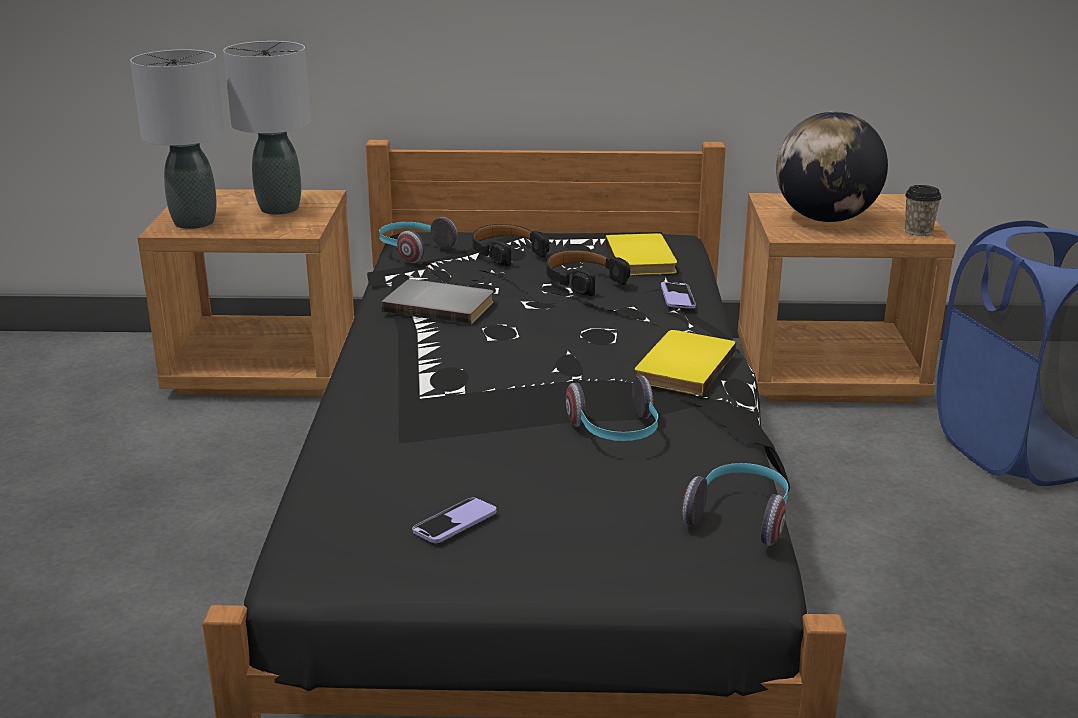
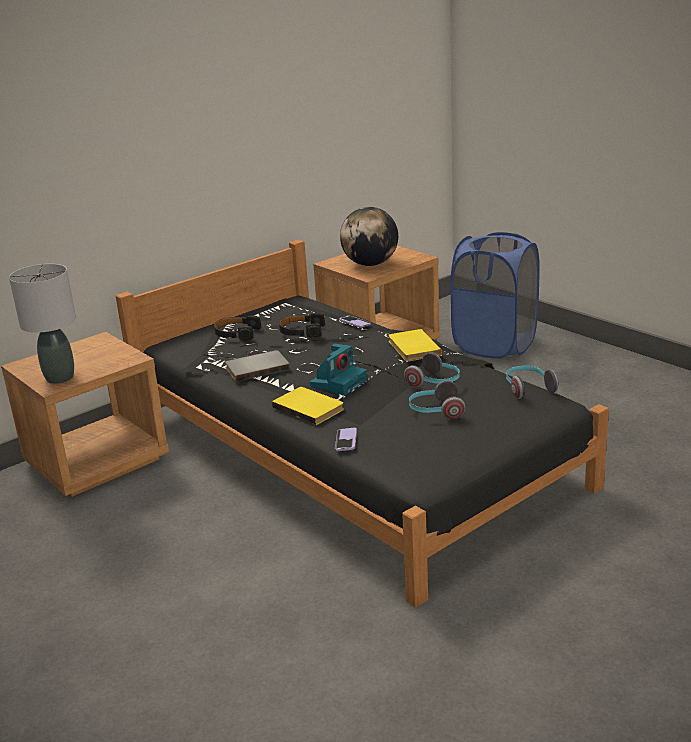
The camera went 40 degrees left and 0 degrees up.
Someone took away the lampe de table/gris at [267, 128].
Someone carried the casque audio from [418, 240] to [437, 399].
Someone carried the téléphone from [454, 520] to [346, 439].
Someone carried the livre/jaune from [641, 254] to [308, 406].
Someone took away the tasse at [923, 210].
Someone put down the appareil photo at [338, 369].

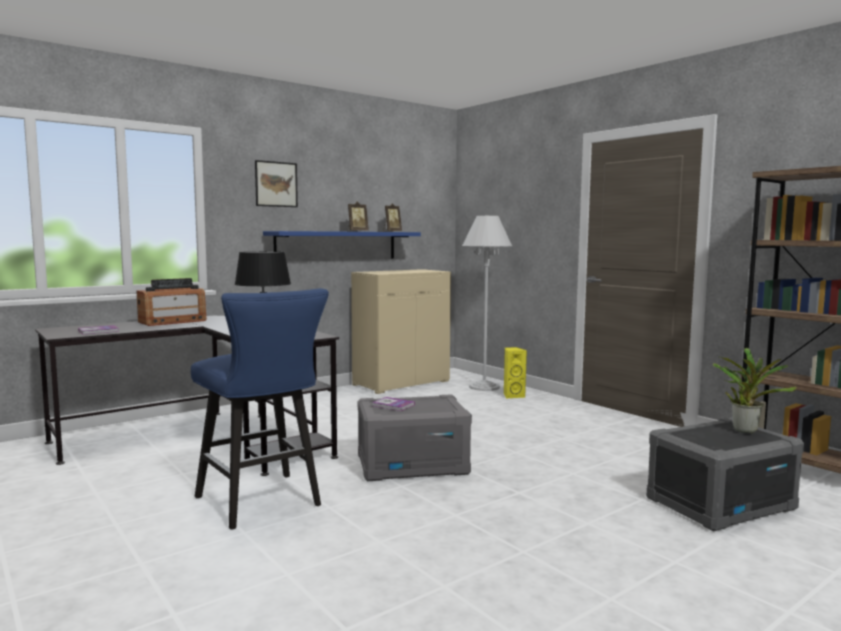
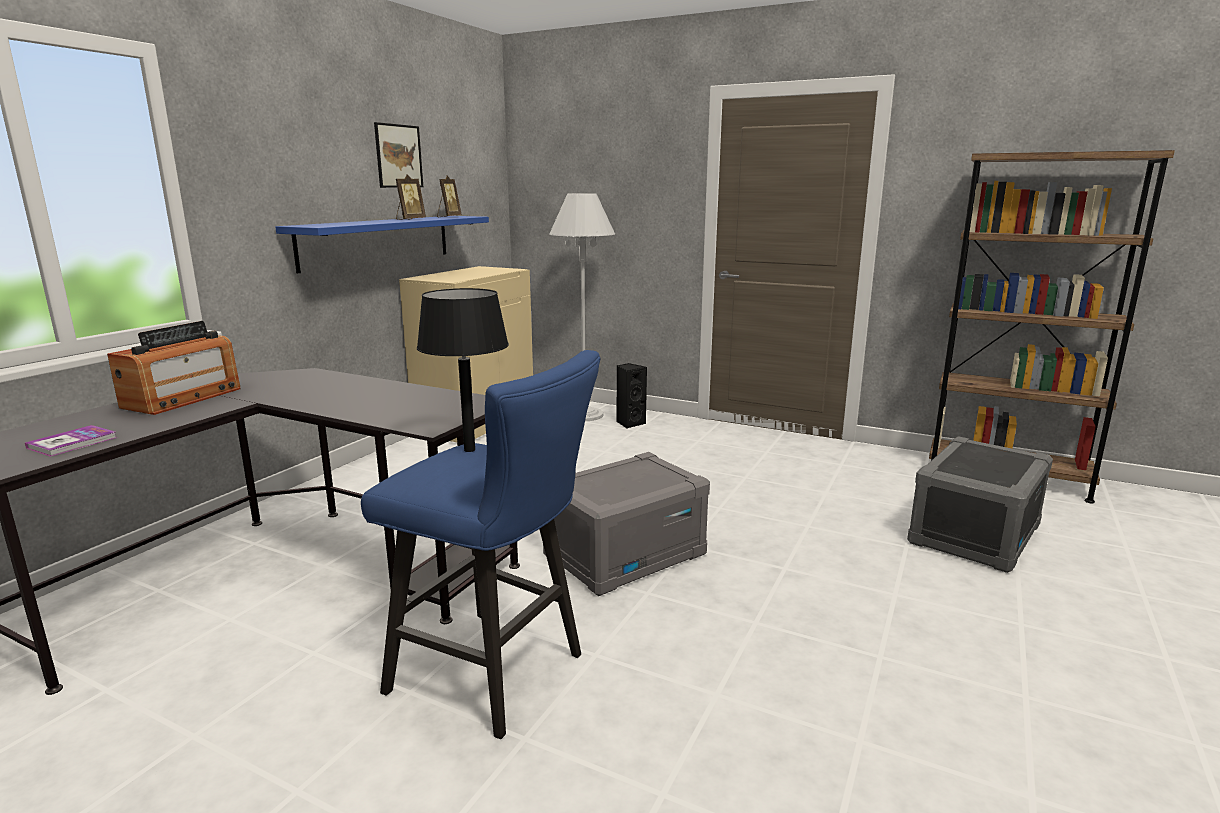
The camera went 25 degrees left and 10 degrees up.
Someone carried the tableau from [276, 183] to [398, 155].
Someone took away the livre at [393, 404].
Someone repainted the enceinte/jaune at [515, 372], which became the enceinte/noir at [631, 395].
Someone took away the plante en pot at [755, 390].

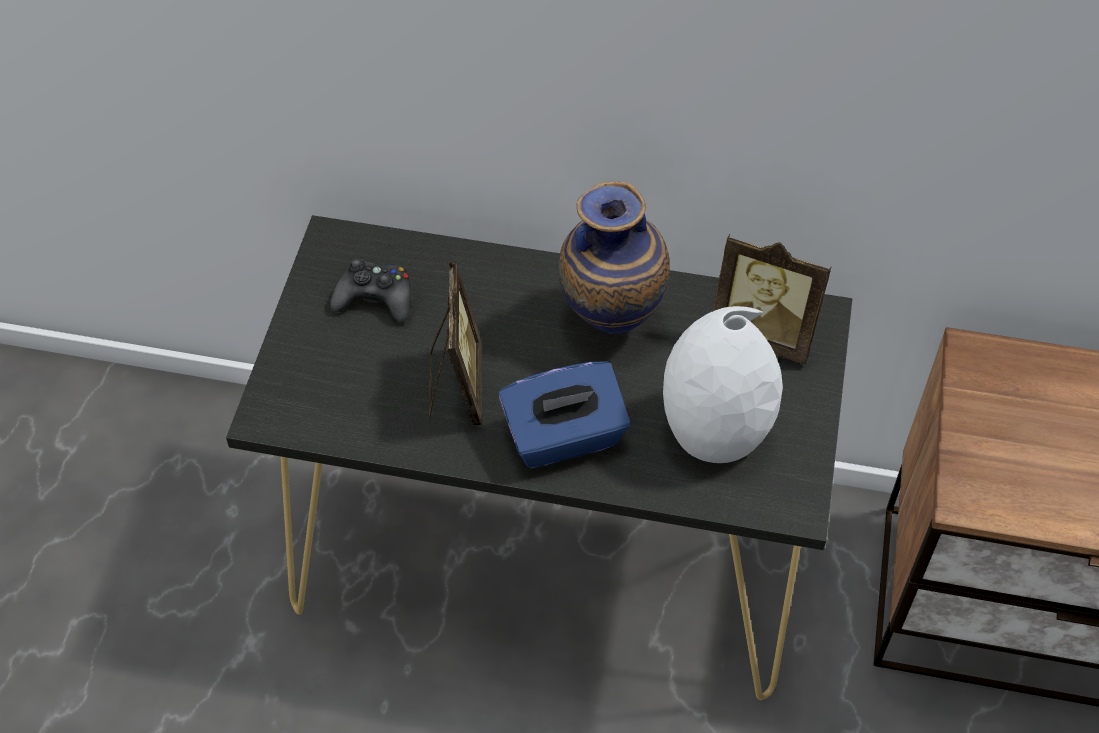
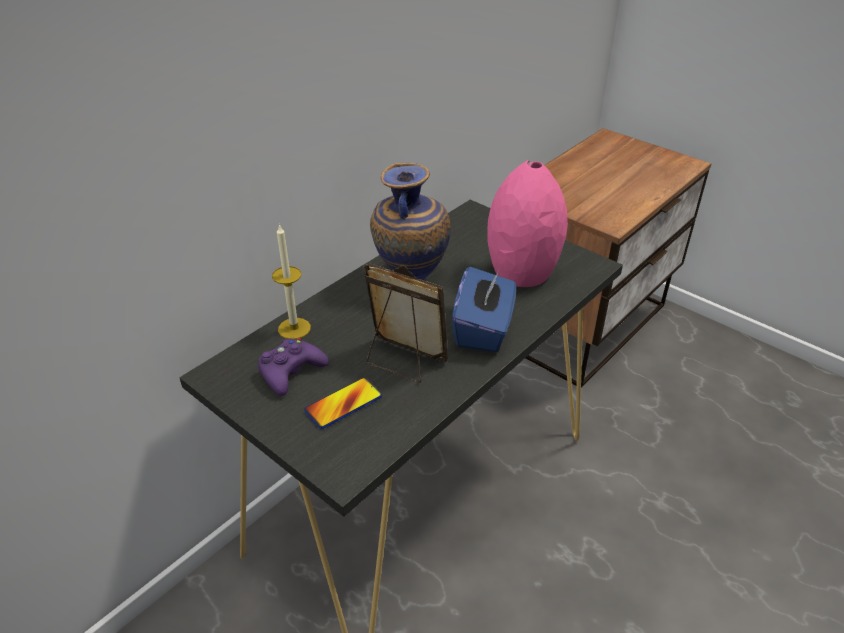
The camera went 60 degrees left and 15 degrees down.
Someone repainted the manette/noir at [370, 290], which became the manette/violet at [293, 366].
Someone repainted the vase/blanc at [723, 384], which became the vase/rose at [527, 223].
Someone took away the cadre photo at [772, 299].
Someone put down the bougie at [291, 281].
Someone put down the téléphone at [343, 403].

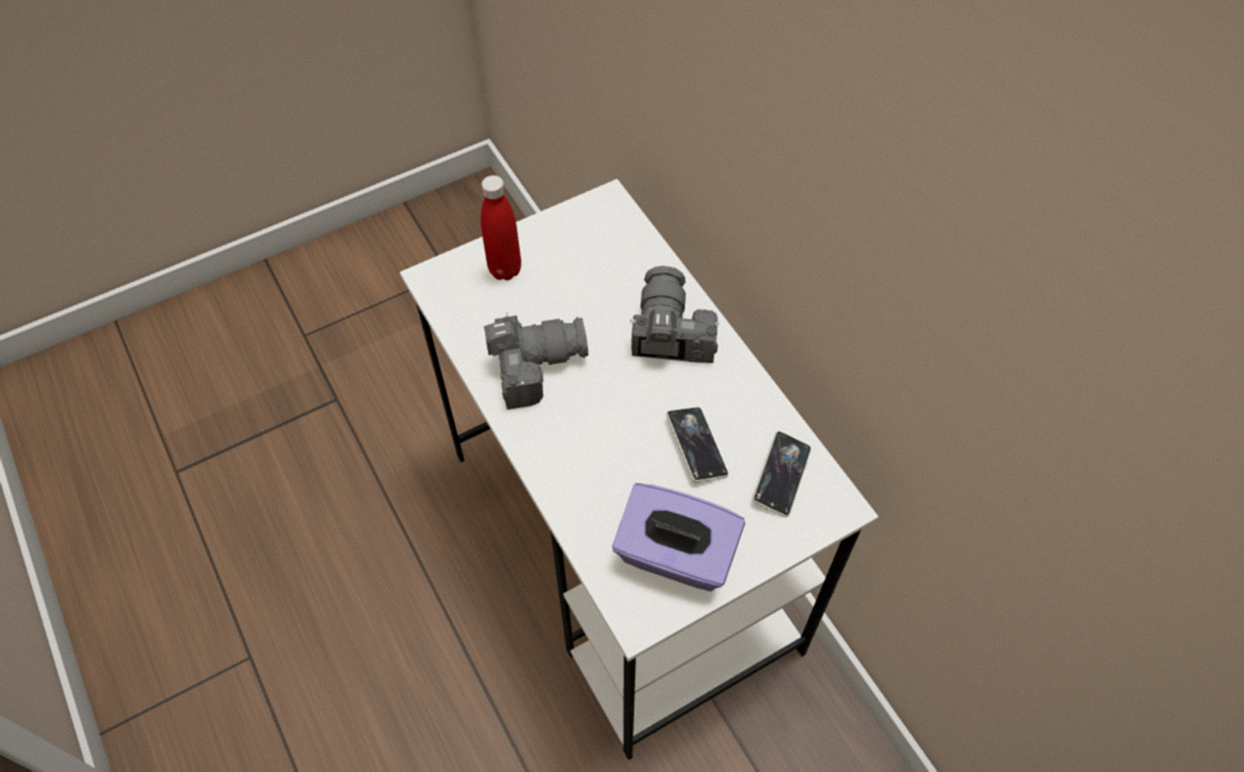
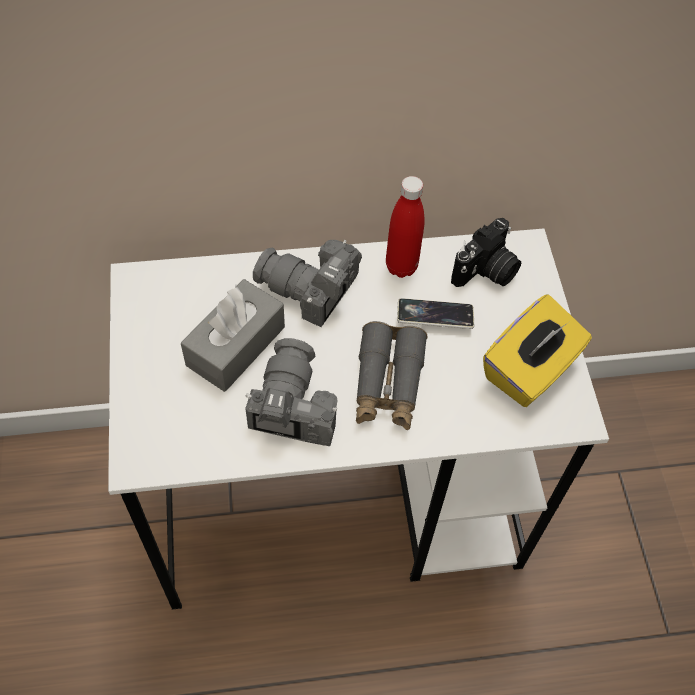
The camera went 70 degrees left and 0 degrees up.
Someone carried the bouteille/rouge from [501, 227] to [405, 227].
Someone repainted the boîte à mouchoirs/violet at [678, 537], which became the boîte à mouchoirs/jaune at [537, 350].
Someone swapped the téléphone at [781, 474] for the appareil photo at [486, 252].
Someone put down the boîte à mouchoirs/gris at [233, 335].
Someone put down the jumelles/gris at [392, 375].

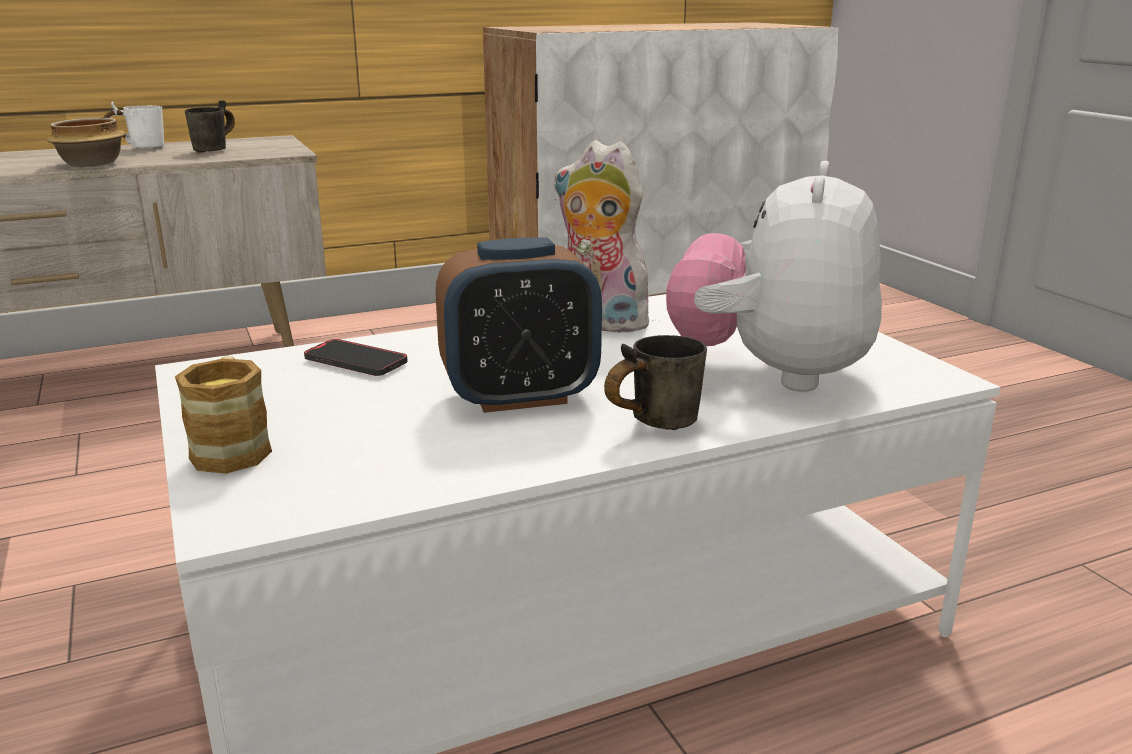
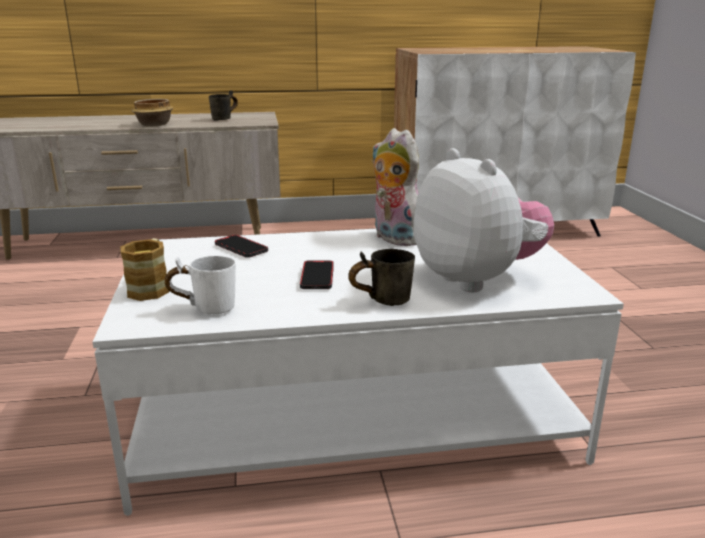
The camera went 15 degrees right and 0 degrees up.
Someone carried the mug/blanc from [134, 125] to [200, 285].
Someone swapped the réveil at [519, 325] for the téléphone at [317, 275].
Someone rotated the peluche at [774, 276] by 120 degrees clockwise.

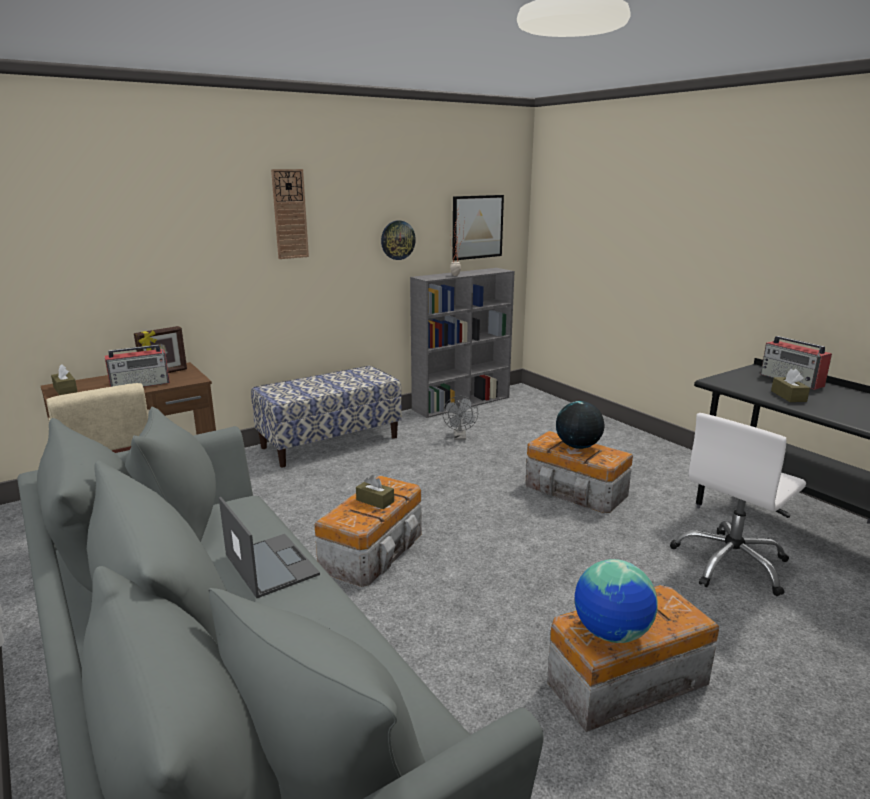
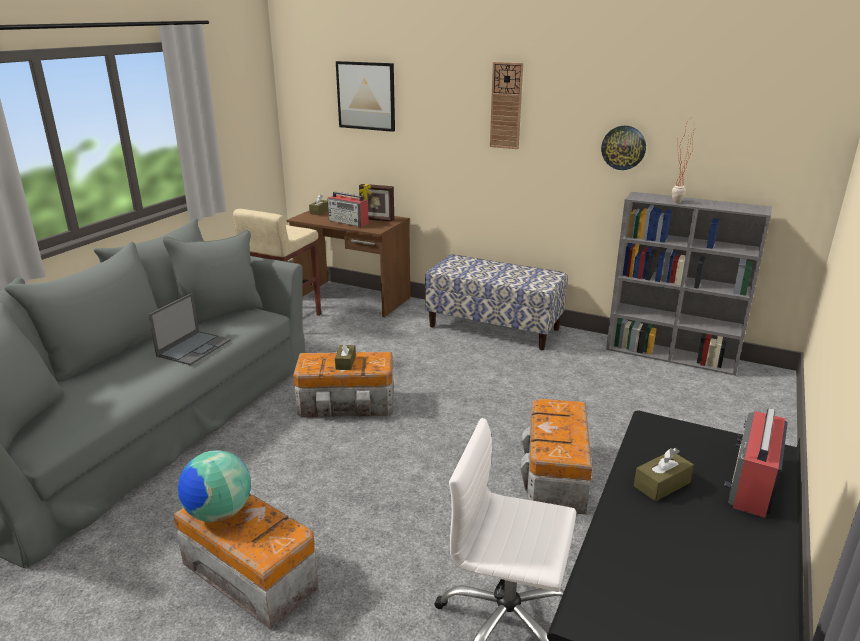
The camera went 60 degrees right and 5 degrees up.
Someone took away the ventilateur/gris at [460, 418].
Someone carried the tableau from [478, 228] to [365, 96].
Someone took away the globe at [580, 425].

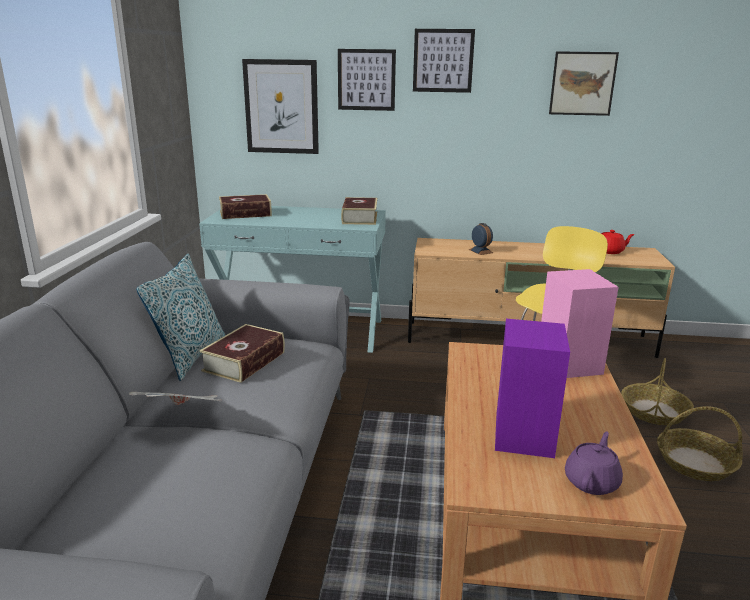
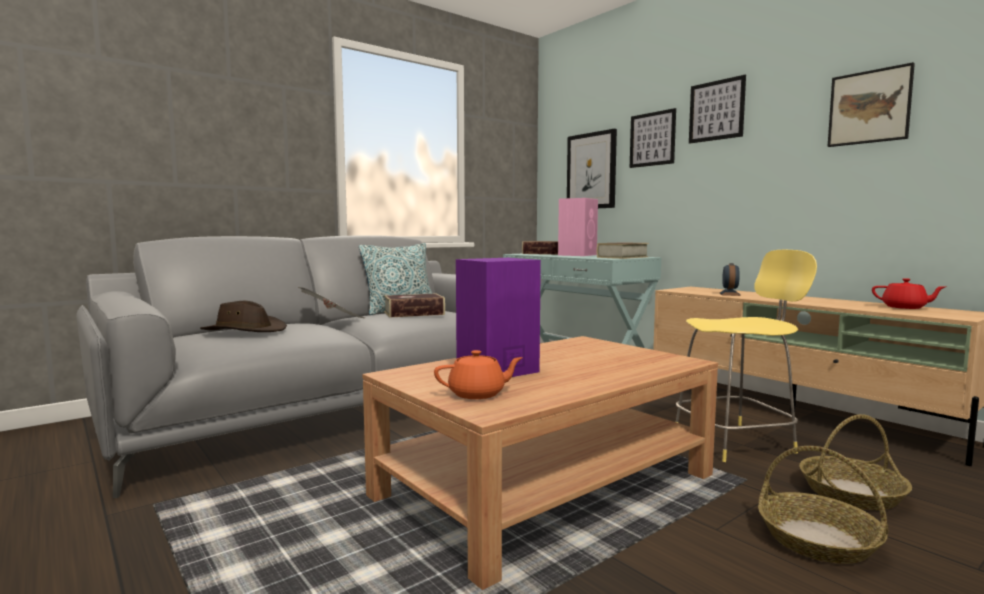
The camera went 45 degrees right and 15 degrees down.
Someone carried the enceinte/rose from [580, 323] to [578, 227].
Someone repainted the théière/violet at [594, 463], which became the théière/orange at [478, 374].
Someone put down the chapeau/marron at [243, 316].

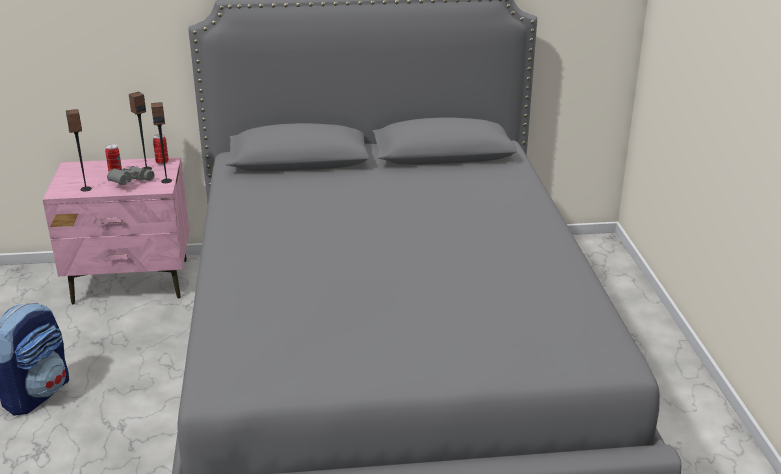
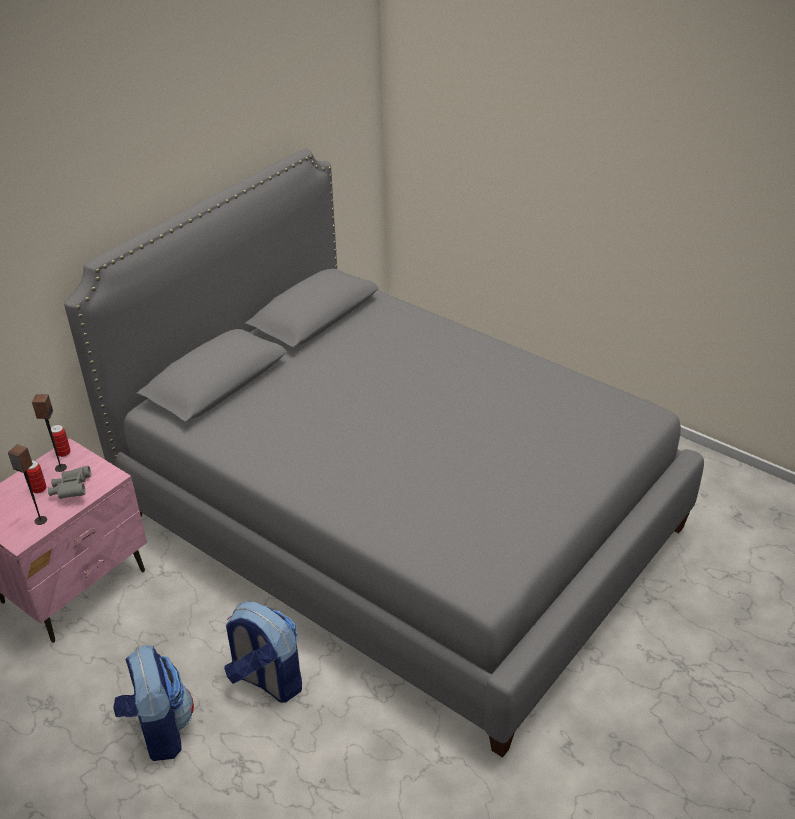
The camera went 45 degrees left and 10 degrees up.
Someone took away the enceinte at [161, 142].
Someone put down the sac à dos at [263, 652].

